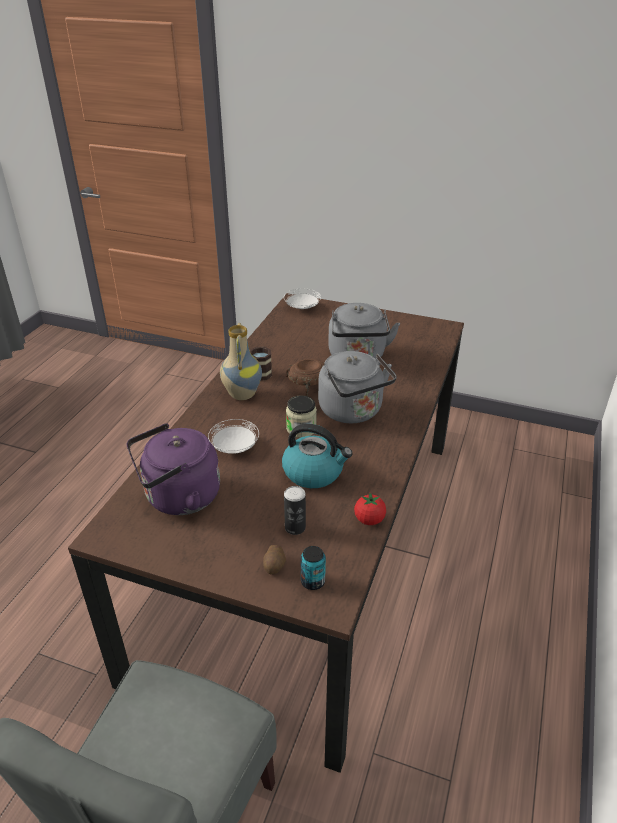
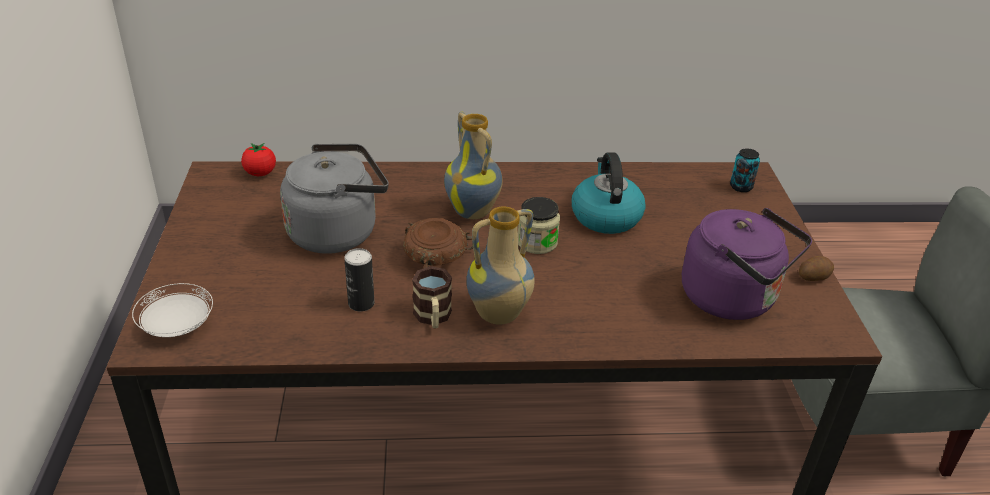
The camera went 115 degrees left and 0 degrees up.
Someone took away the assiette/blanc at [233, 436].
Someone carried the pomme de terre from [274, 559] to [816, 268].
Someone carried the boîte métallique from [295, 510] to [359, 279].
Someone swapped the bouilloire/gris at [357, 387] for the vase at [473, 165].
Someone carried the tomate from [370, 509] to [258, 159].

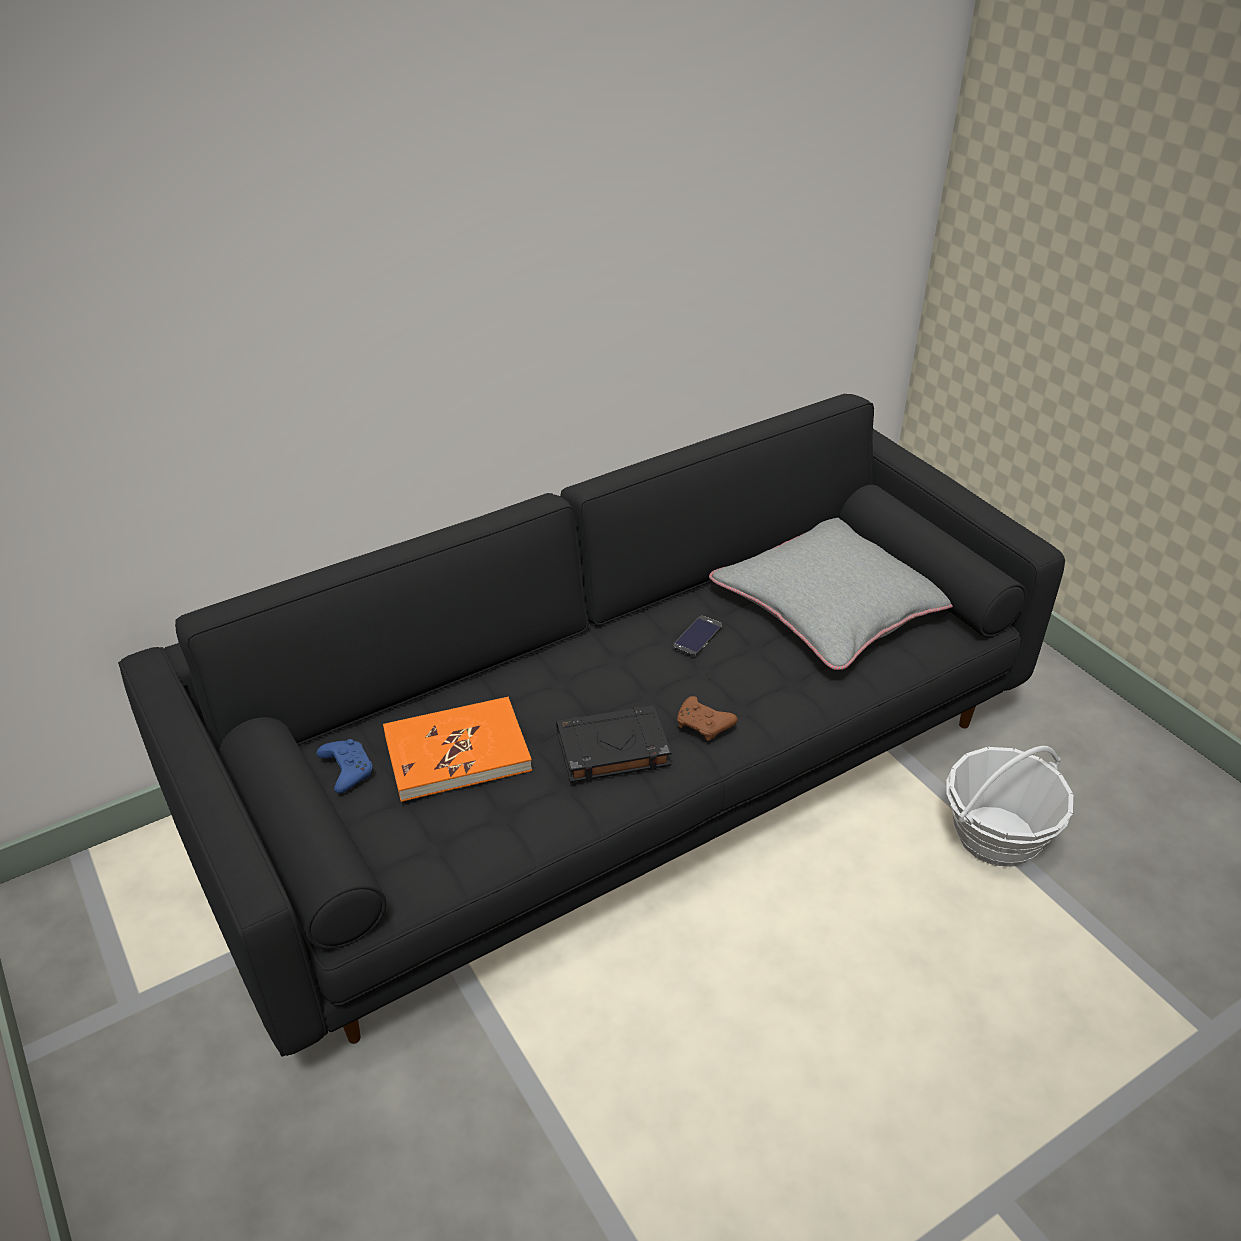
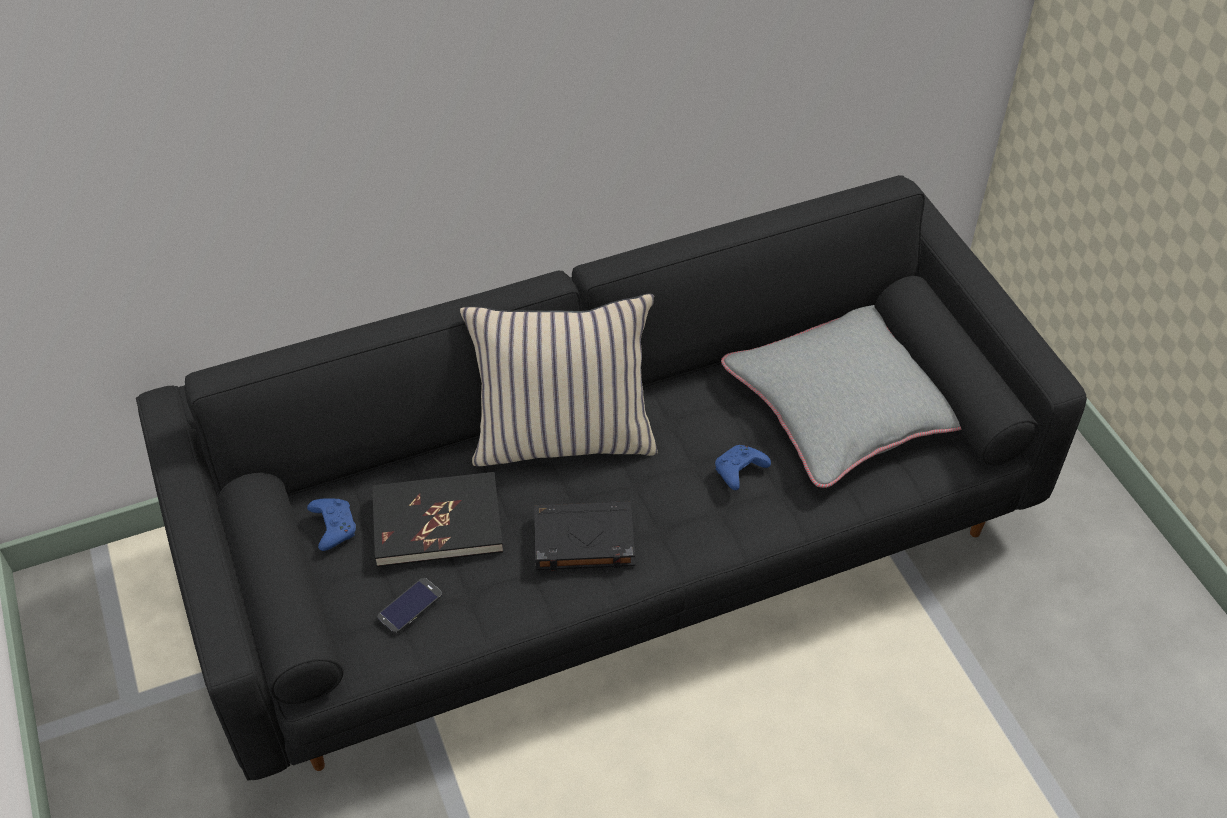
The camera went 10 degrees right and 10 degrees up.
Someone repainted the livre/orange at [457, 749], which became the livre/noir at [437, 519].
Someone carried the téléphone from [697, 636] to [410, 605].
Someone took away the manette/marron at [707, 718].
Someone took away the panier at [1009, 806].
Someone put down the coussin/beige at [559, 379].
Someone put down the manette/bleu at [743, 467].

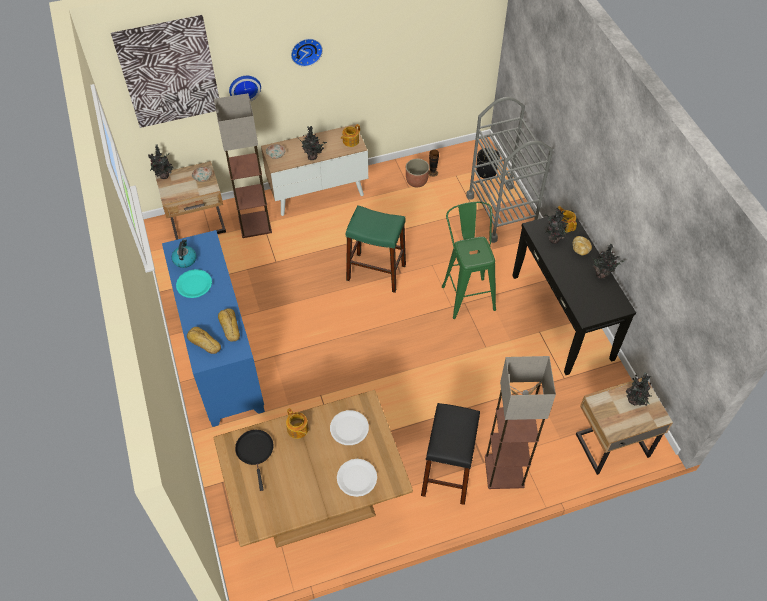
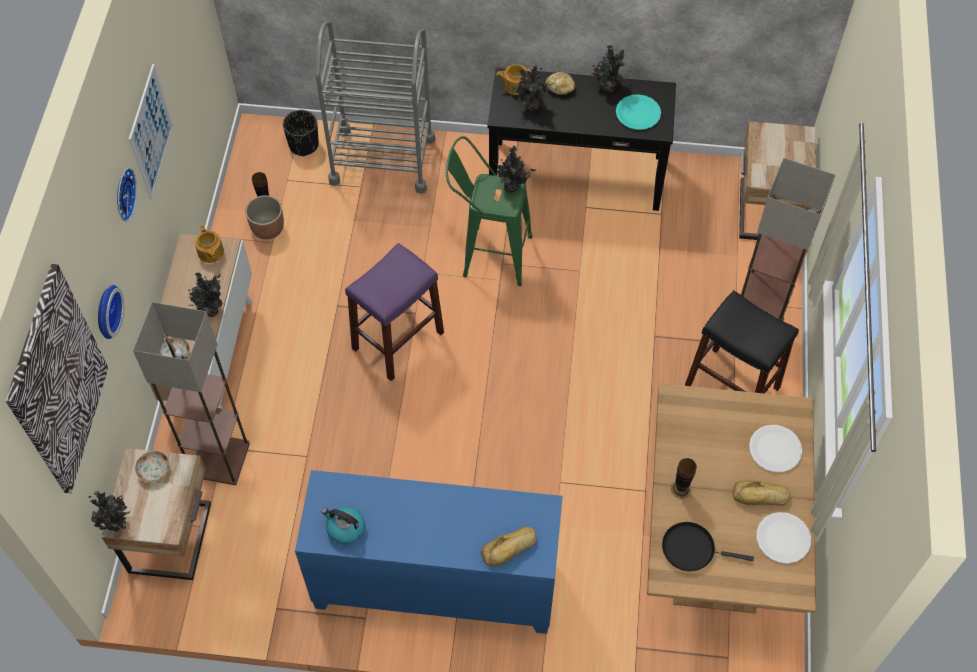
The camera went 65 degrees left and 5 degrees up.
Someone carried the assiette/turquoise from [194, 283] to [638, 112].
Someone carried the pain from [229, 325] to [761, 493].
Someone swapped the théière at [297, 423] for the vase at [684, 478].
Someone carried the assiette/blanc from [349, 427] to [783, 538].
Someone repainted the tabouret/vert at [376, 249], which became the tabouret/violet at [394, 312].
Someone carried the plante en pot from [639, 389] to [514, 169].
Someone put up the tableau at [151, 131].

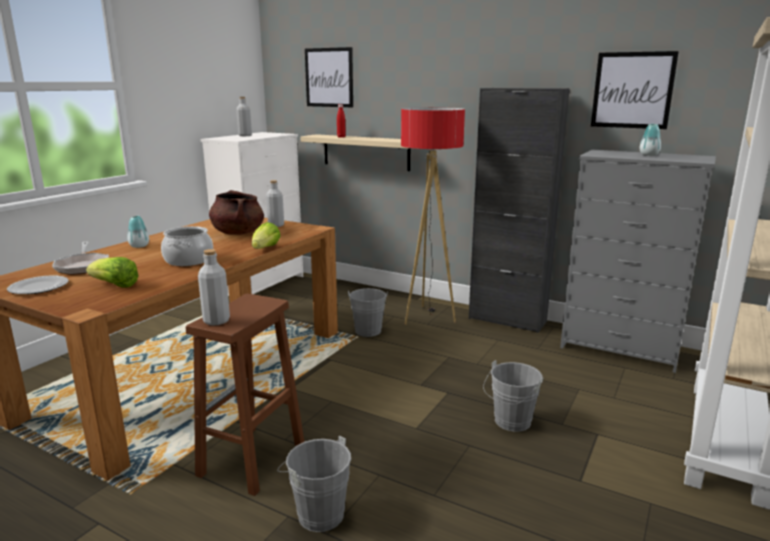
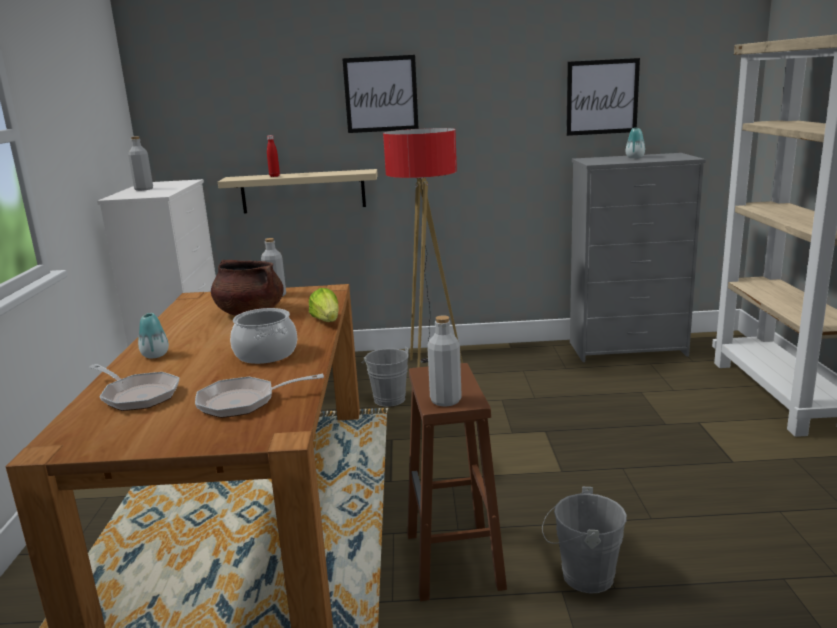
The camera went 30 degrees left and 0 degrees up.
Someone took away the assiette at [38, 284].
Someone swapped the laitue at [112, 272] for the poêle at [259, 396].
Someone carried the tableau from [329, 77] to [380, 94].
Someone took away the meuble de rangement/noir at [519, 210].
Someone took away the seau/gris at [513, 396].

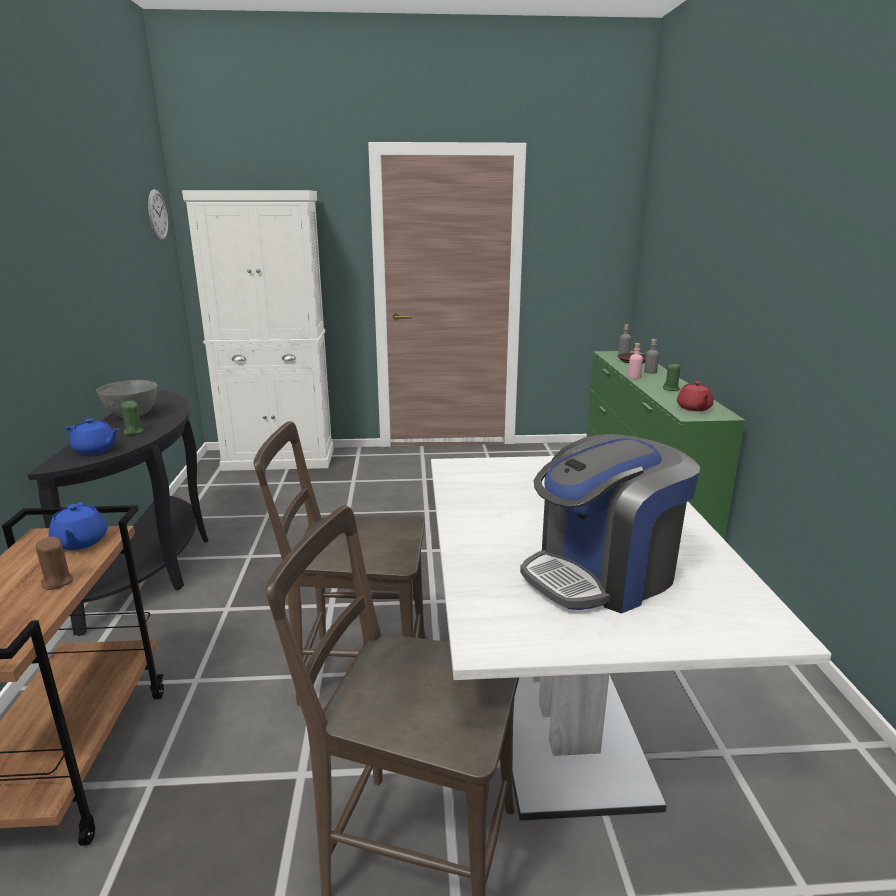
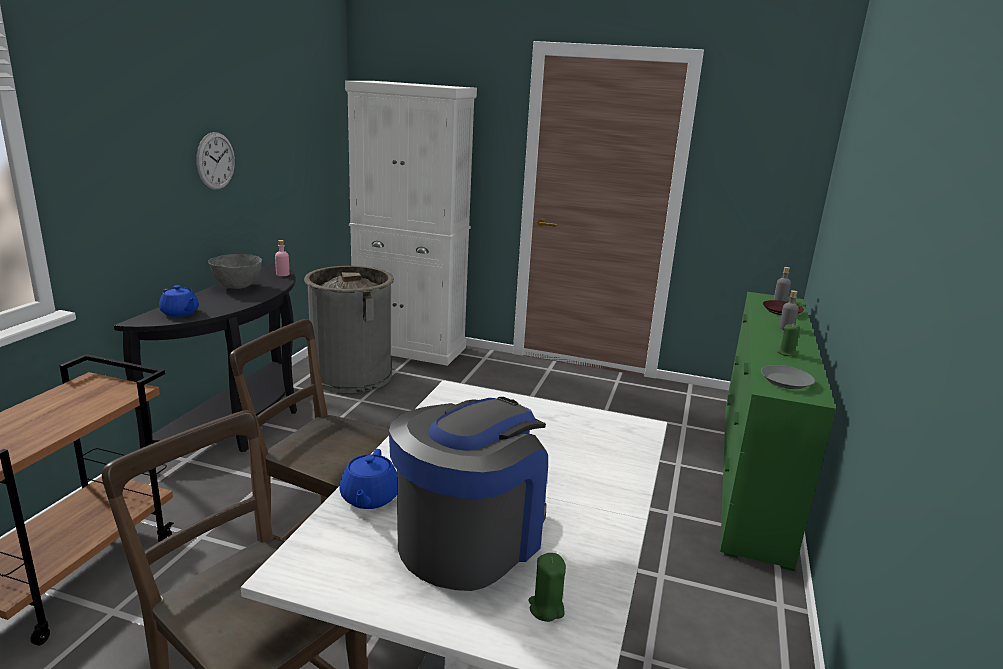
The camera went 20 degrees right and 0 degrees up.
Someone took away the bougie/marron at [54, 563].
Someone carried the théière/bleu from [77, 526] to [368, 479].
Someone carried the bougie/vert from [132, 418] to [547, 587].
Someone carried the horloge murale from [158, 215] to [215, 161].
Someone rotated the machine à café at [610, 524] by 135 degrees clockwise.
Someone carried the bouteille/rose from [635, 361] to [282, 258].
Someone swapped the théière/rouge at [695, 396] for the assiette/gris at [788, 377].
Someone put down the poubelle/gris at [349, 329].

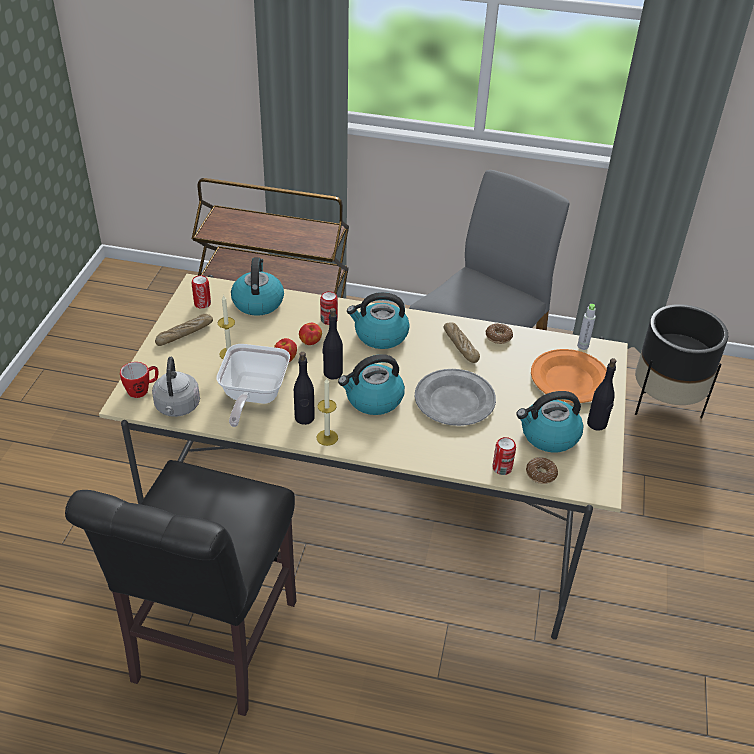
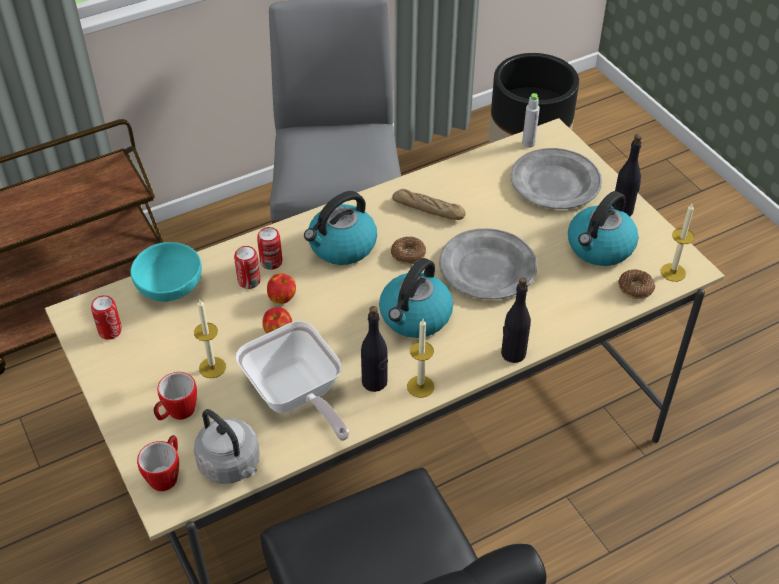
The camera went 40 degrees left and 5 degrees up.
Someone took away the pain at [184, 330].
Someone swapped the bouilloire at [257, 286] for the bol/turquoise at [166, 272].
Someone carried the bouteille/noir from [333, 344] to [516, 320].
Someone carried the beignet from [499, 333] to [408, 250].
Someone carried the boîte métallique from [504, 456] to [247, 267].
Someone repainted the assiette/orange at [569, 376], which became the assiette/gris at [556, 178].
Someone put down the mug at [175, 396].
Someone put down the bougie at [678, 243].

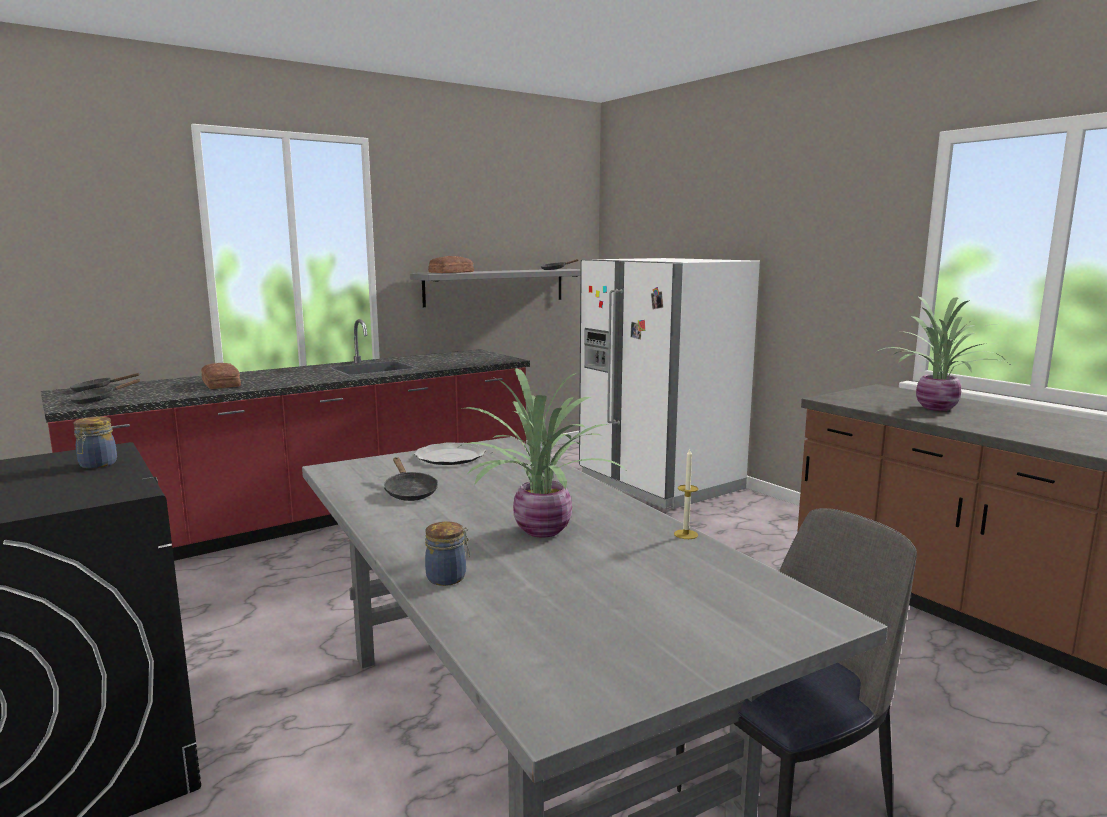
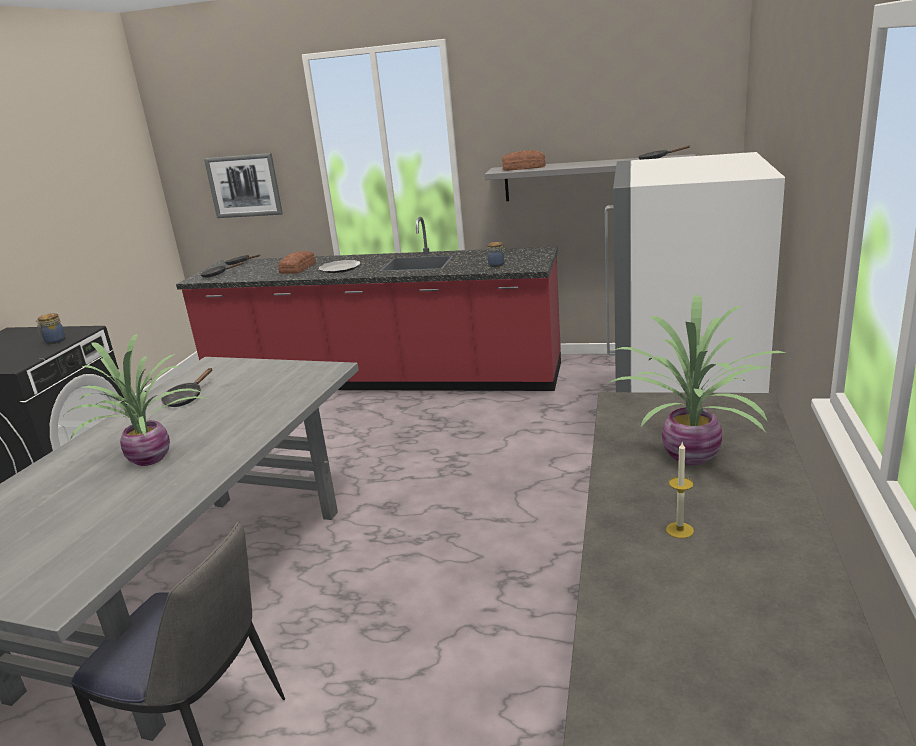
The camera went 50 degrees right and 10 degrees up.
Someone carried the assiette from [450, 453] to [339, 266].
Someone carried the bocal from [447, 554] to [496, 254].
Someone carried the bougie from [686, 494] to [680, 490].
Someone put up the tableau at [243, 185].

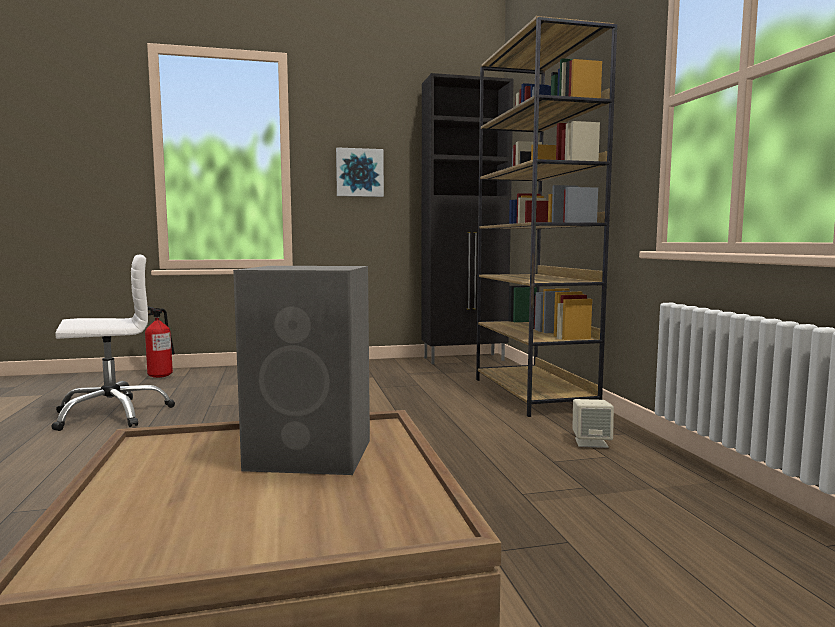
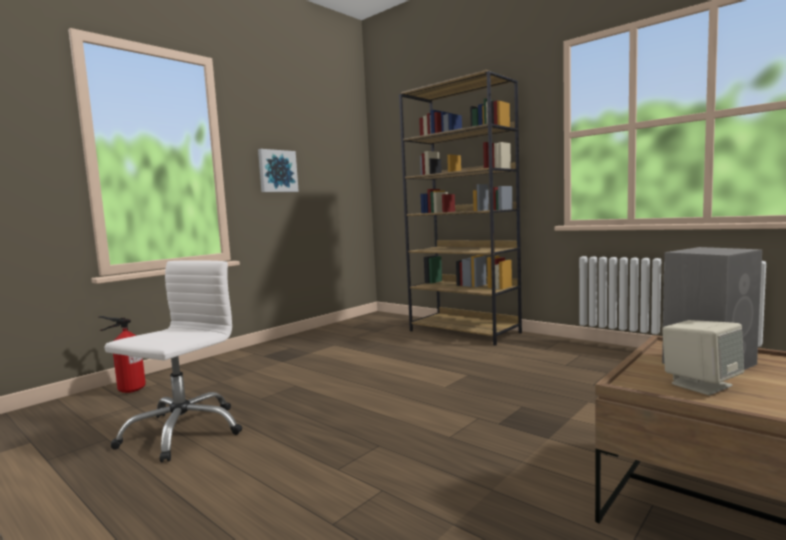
The camera went 35 degrees left and 0 degrees up.
Someone took away the meuble de rangement/noir at [467, 218].
Someone carried the enceinte/beige from [593, 423] to [703, 357].

